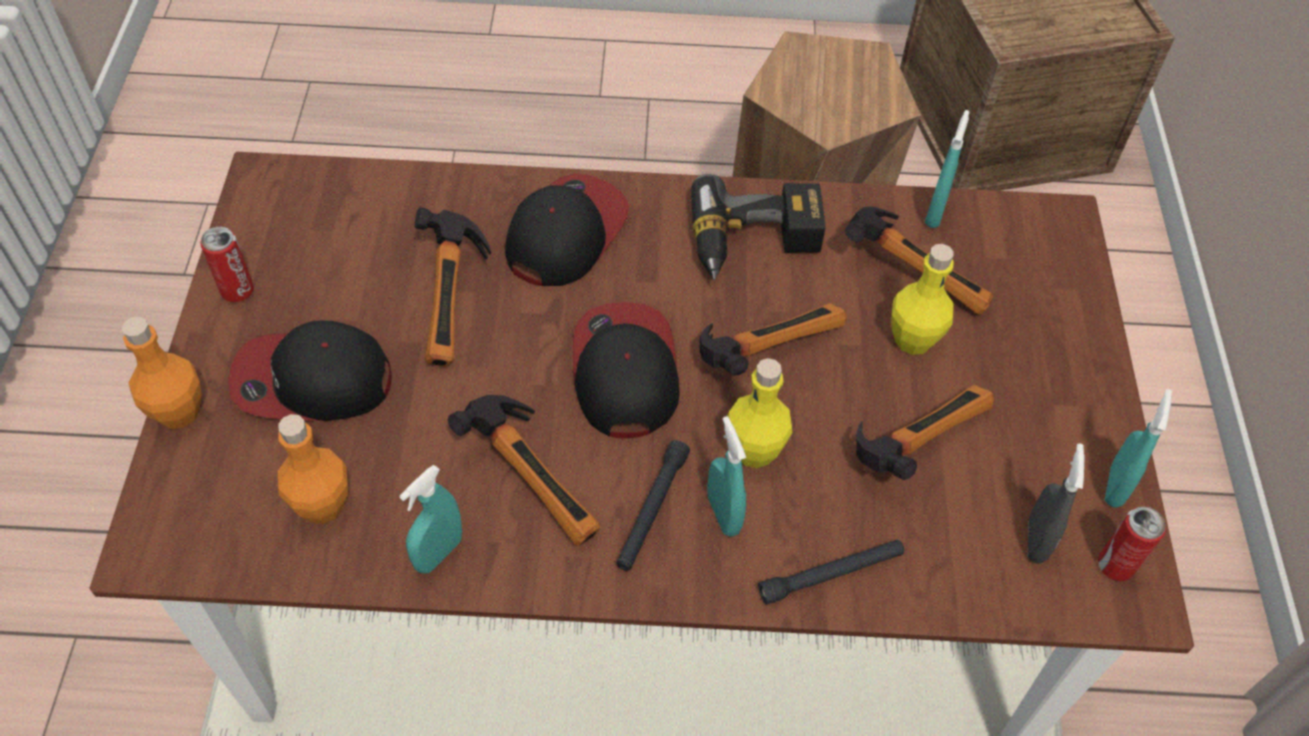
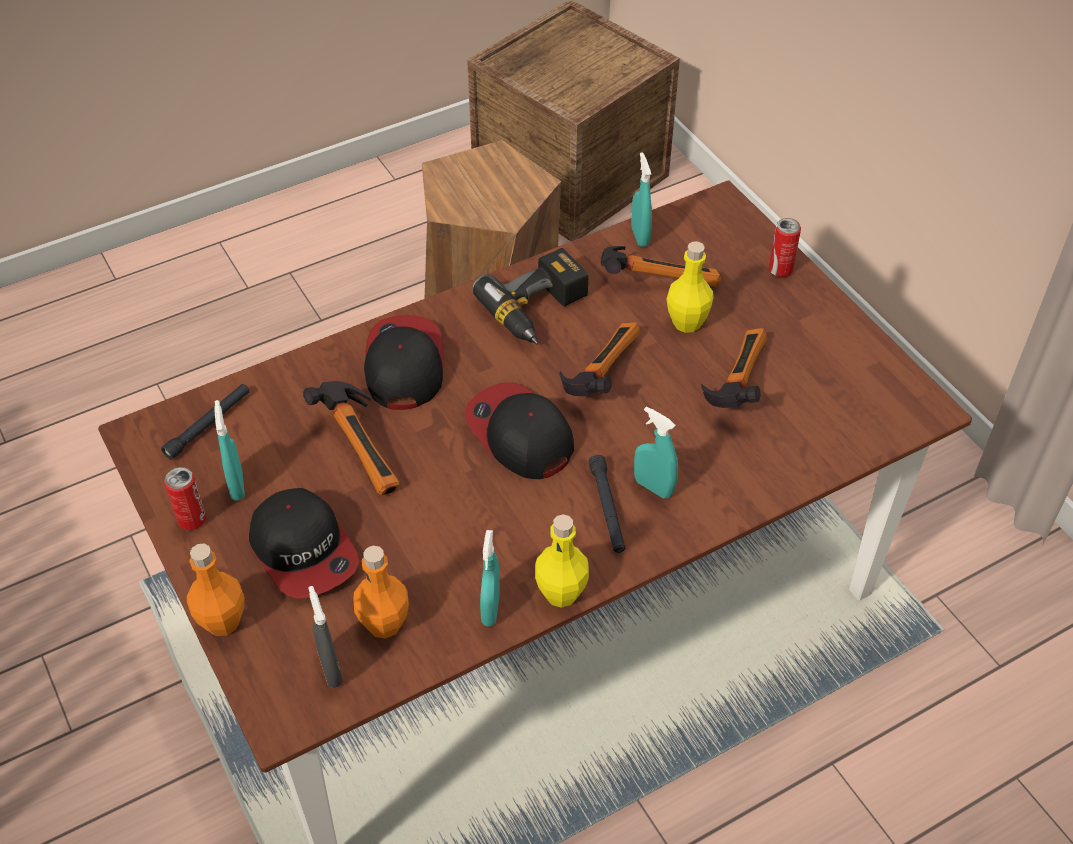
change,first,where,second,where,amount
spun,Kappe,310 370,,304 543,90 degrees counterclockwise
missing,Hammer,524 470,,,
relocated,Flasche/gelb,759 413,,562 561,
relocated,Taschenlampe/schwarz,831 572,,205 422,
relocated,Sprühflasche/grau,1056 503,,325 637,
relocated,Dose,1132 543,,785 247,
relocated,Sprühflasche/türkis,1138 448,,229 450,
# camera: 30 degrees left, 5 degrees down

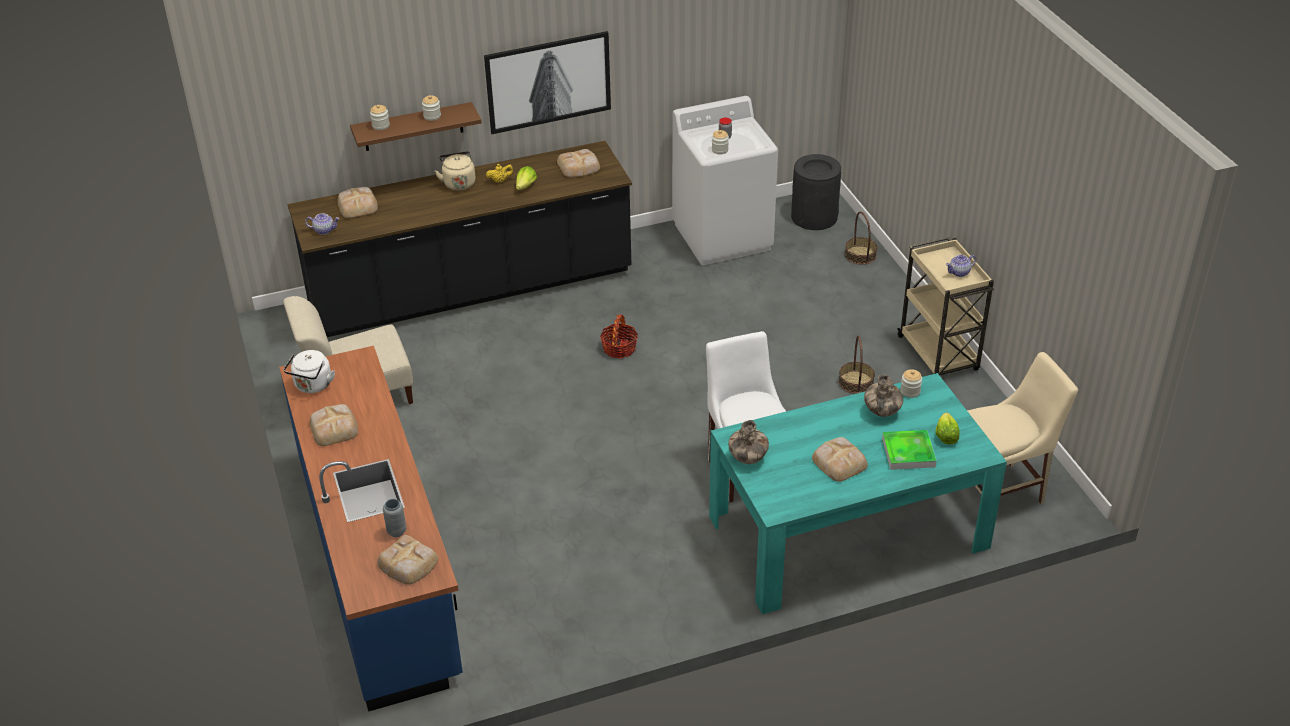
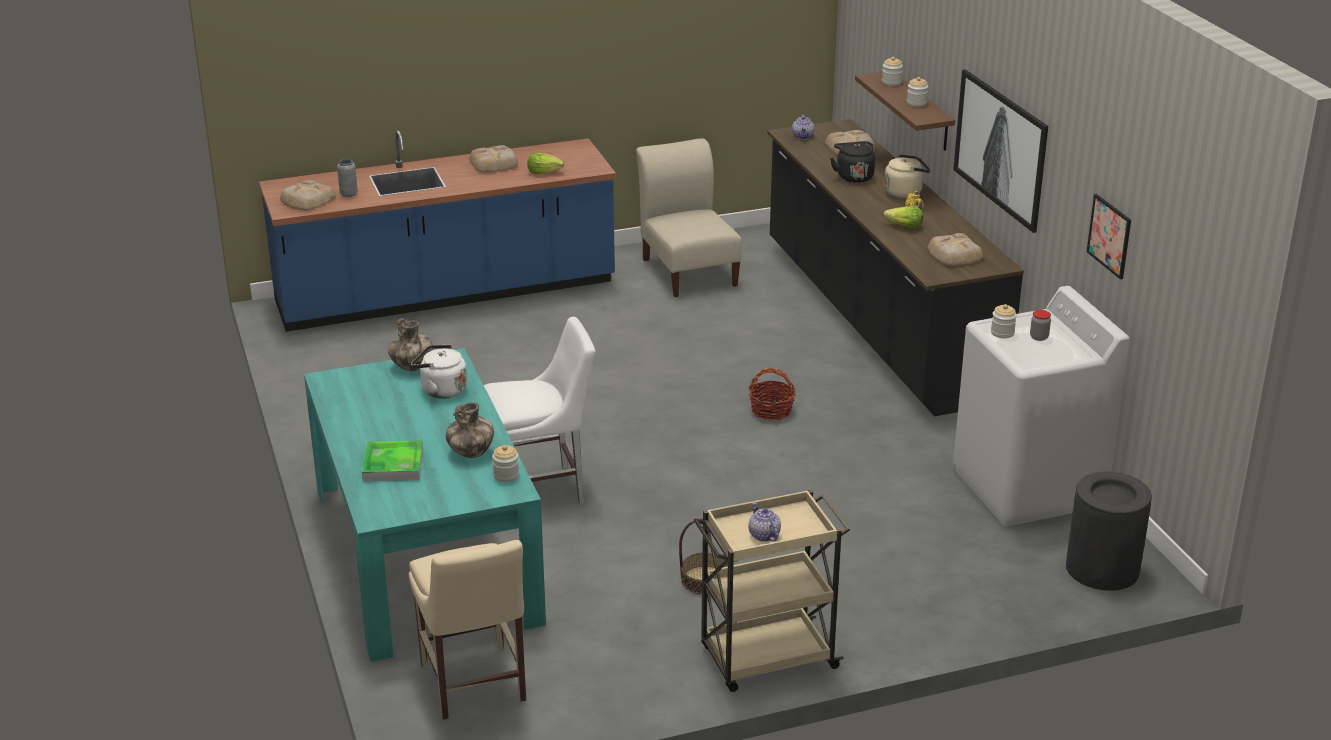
change,first,where,second,where,amount
relocated,Wasserkessel/weiß,309 371,,439 372,
missing,Brot,840 459,,,
missing,Korb,861 238,,,
relocated,Salatkopf,947 428,,545 163,
appeared,,,Wasserkessel/schwarz,852 162,
appeared,,,Bild,1109 236,
# camera: 90 degrees right, 10 degrees down

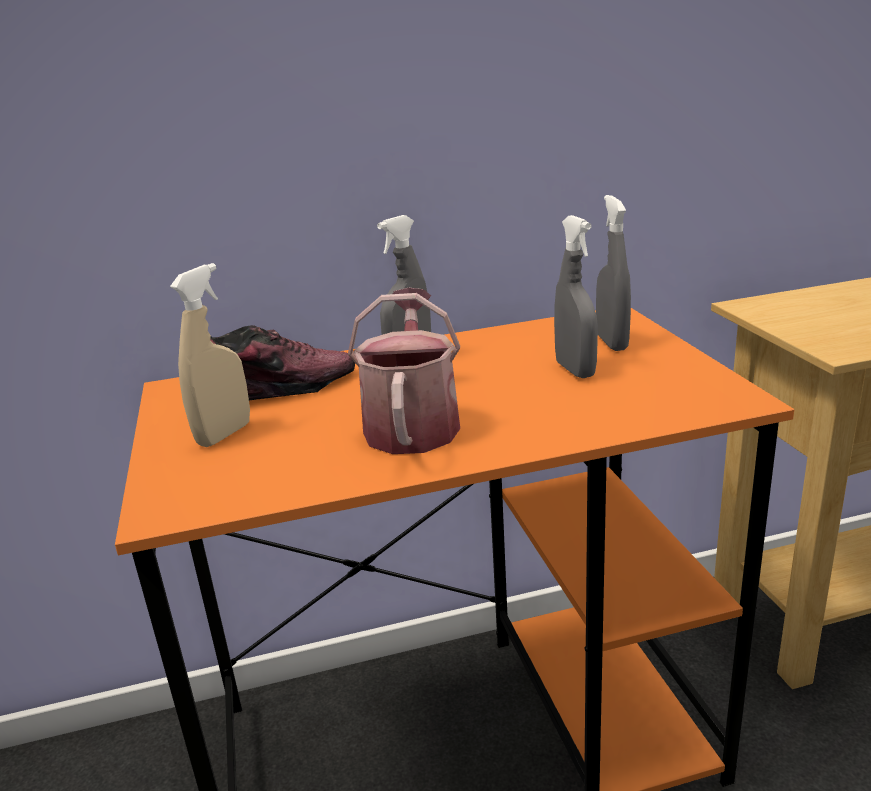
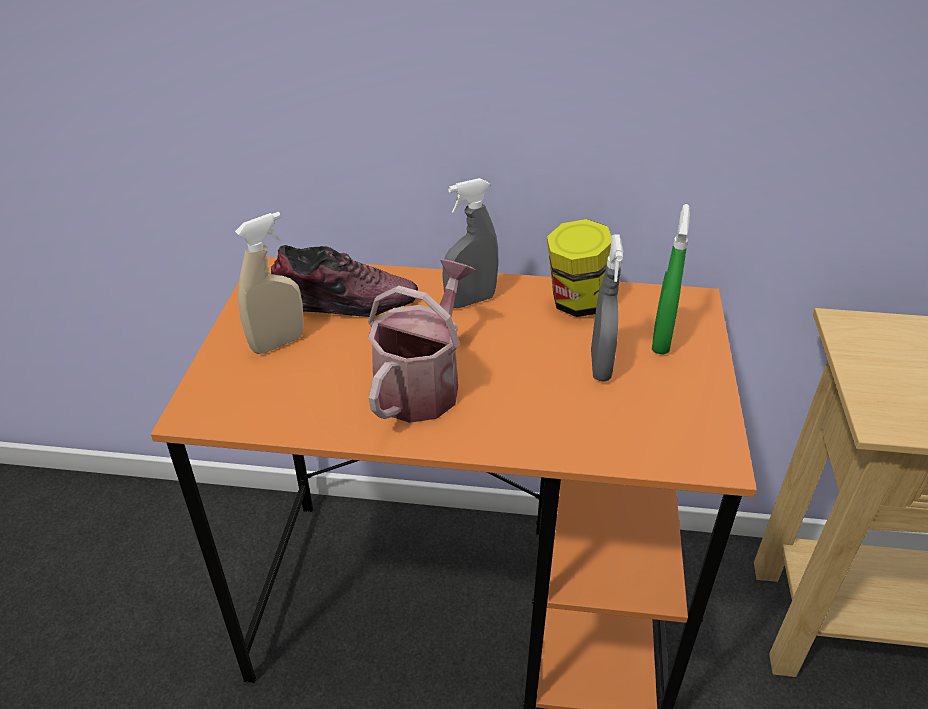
change,first,where,second,where,amount
colour,Sprühflasche/grau,613 273,Sprühflasche/grün,671 279,
appeared,,,Vorratsglas,579 268,
# camera: 20 degrees right, 15 degrees up

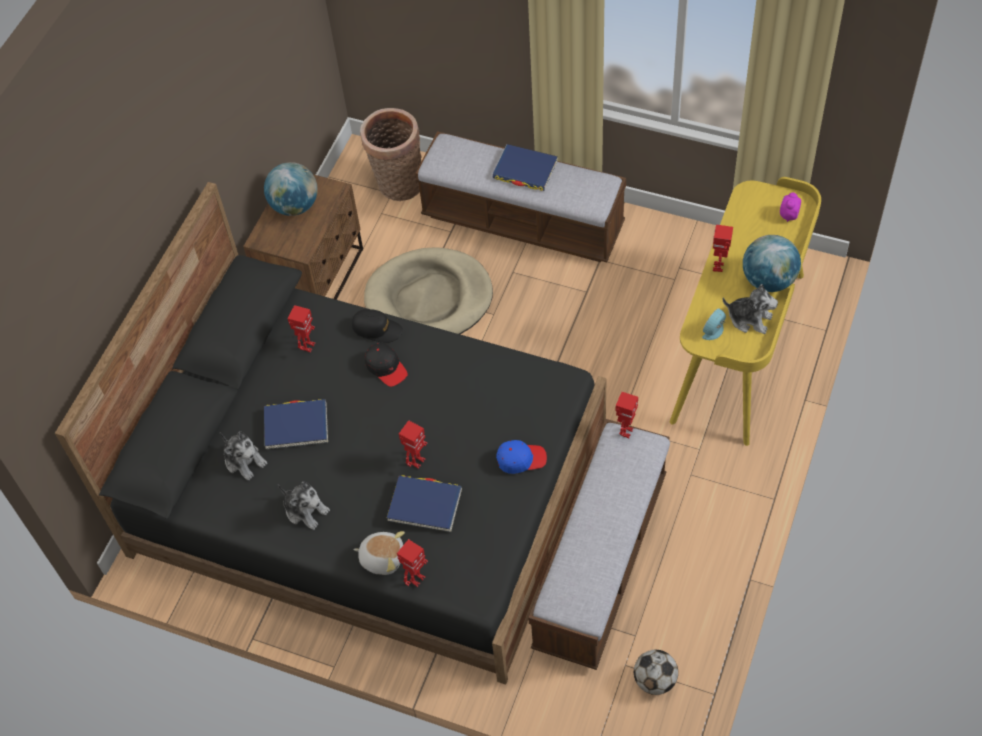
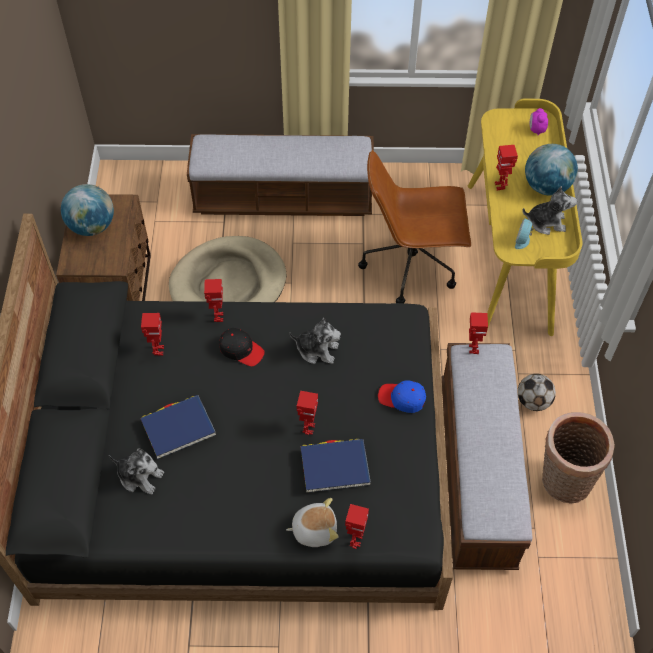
change,first,where,second,where,amount
relocated,Plüschtier,304 505,,315 341,
exchanged,Kappe/schwarz,377 326,Spielzeugroboter,213 300,
relocated,Korb,391 154,,578 458,
missing,Buch/blau,525 167,,,
spun,Kappe/blau,521 457,,402 396,135 degrees counterclockwise
relocated,Fußball,656 672,,537 392,
appeared,,,Bürostuhl/braun,414 226,
# camera: 25 degrees left, 0 degrees up

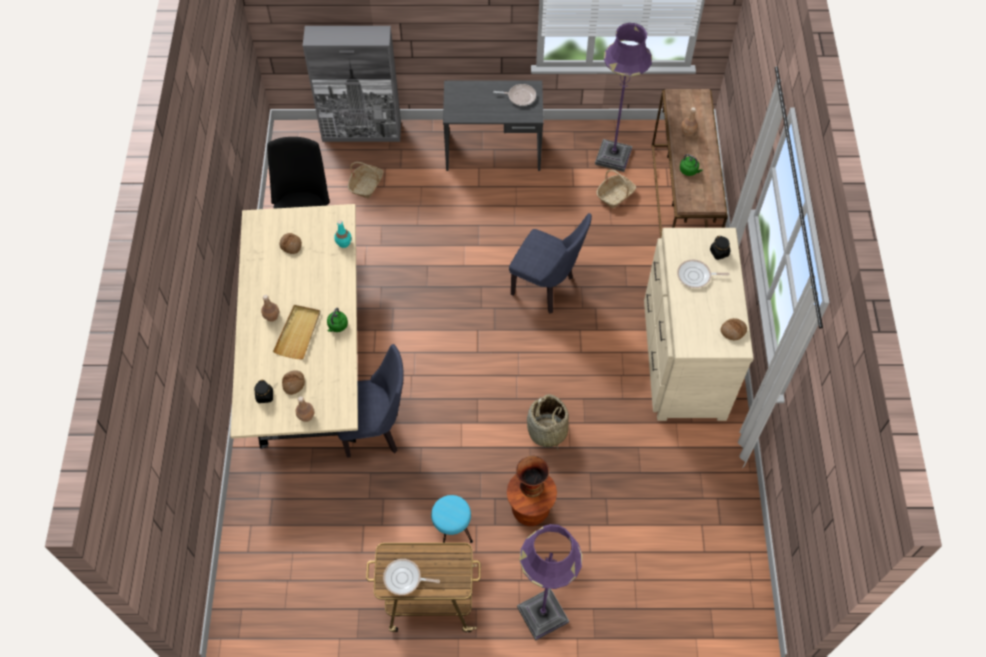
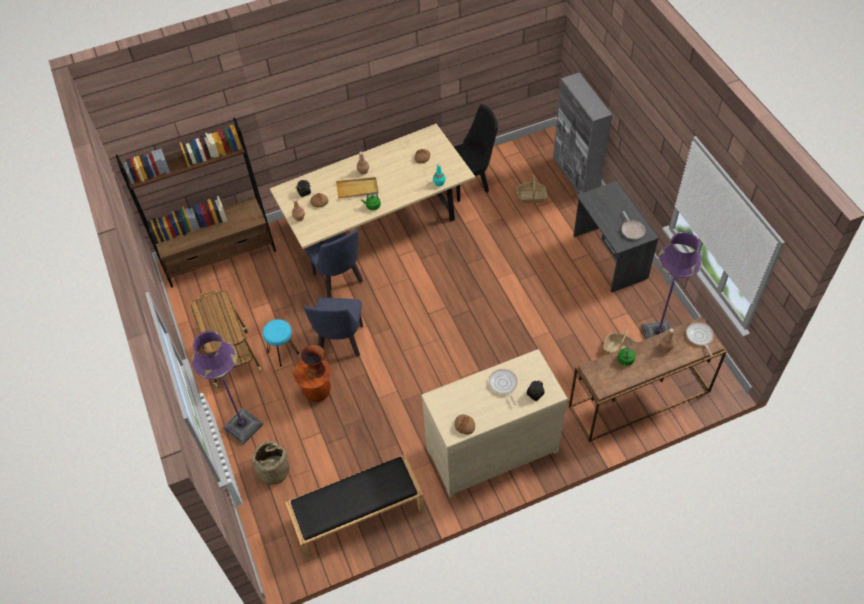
change,first,where,second,where,amount
relocated,Pfanne,411 577,,700 339,
relocated,Stuhl/blau,550 263,,333 327,
relocated,Korb,548 421,,270 463,
appeared,,,Bücherregal/braun,196 203,
appeared,,,Bank/schwarz,355 507,
# camera: 70 degrees right, 5 degrees down

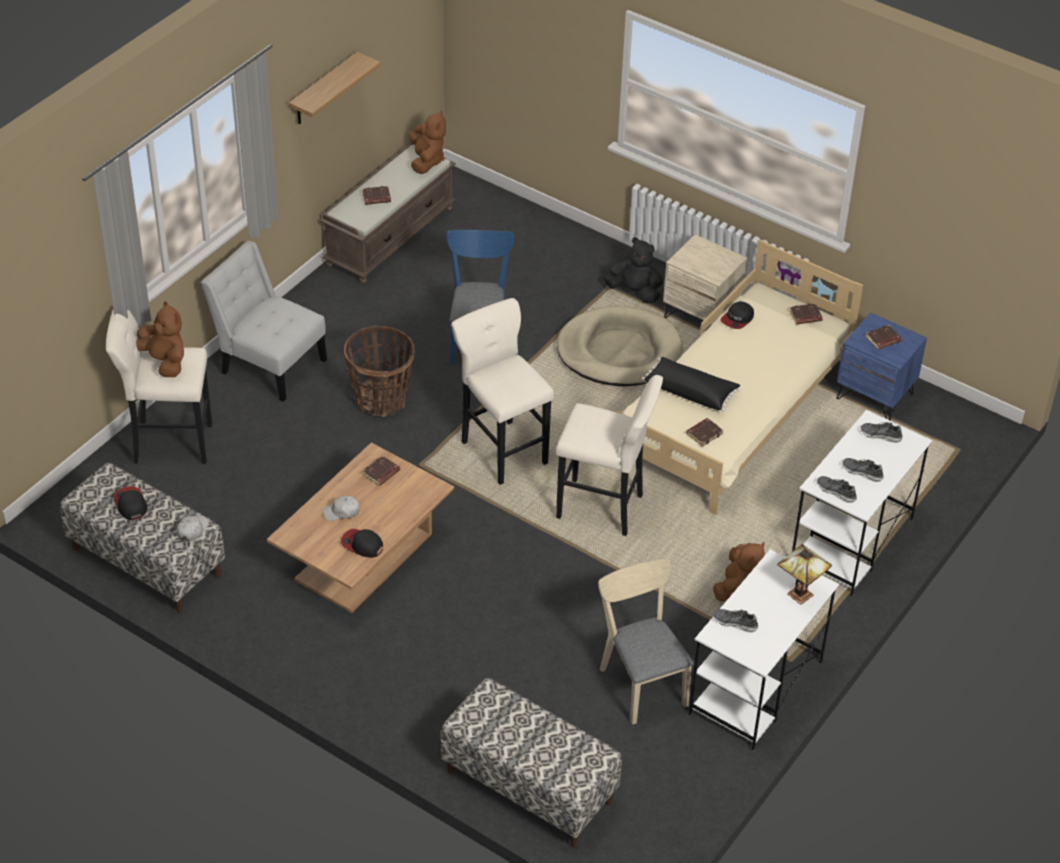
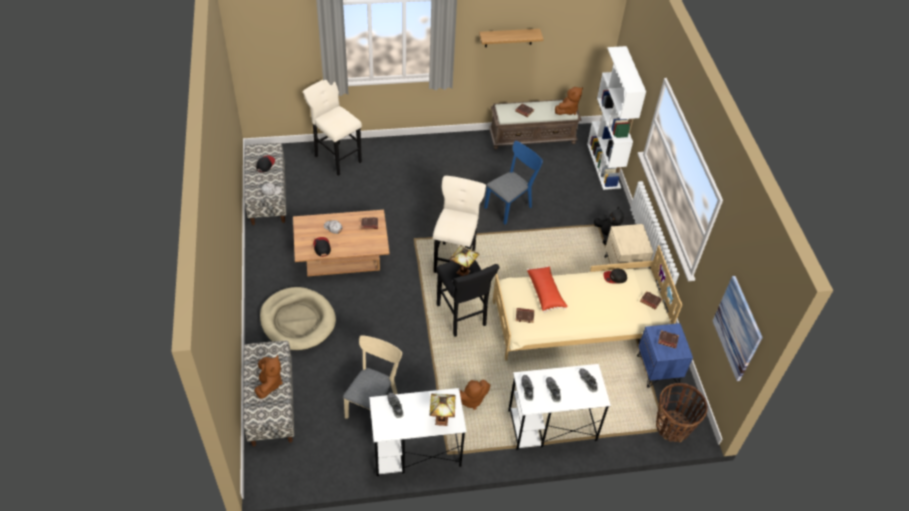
change,first,where,second,where,amount
relocated,Plüschtier/braun,160 339,,268 377,
missing,Stuhl/weiß,264 321,,,
relocated,Korb,379 371,,682 412,
colour,Hocker/beige,609 455,Hocker/schwarz,467 298,
relocated,Hundebett/beige,620 345,,298 319,
colour,Kissen/schwarz,691 384,Kissen/rot,547 289,
appeared,,,Tischlampe,464 260,
appeared,,,Bücherregal/weiß,616 118,
appeared,,,Bild,738 328,
# camera: 45 degrees right, 5 degrees up

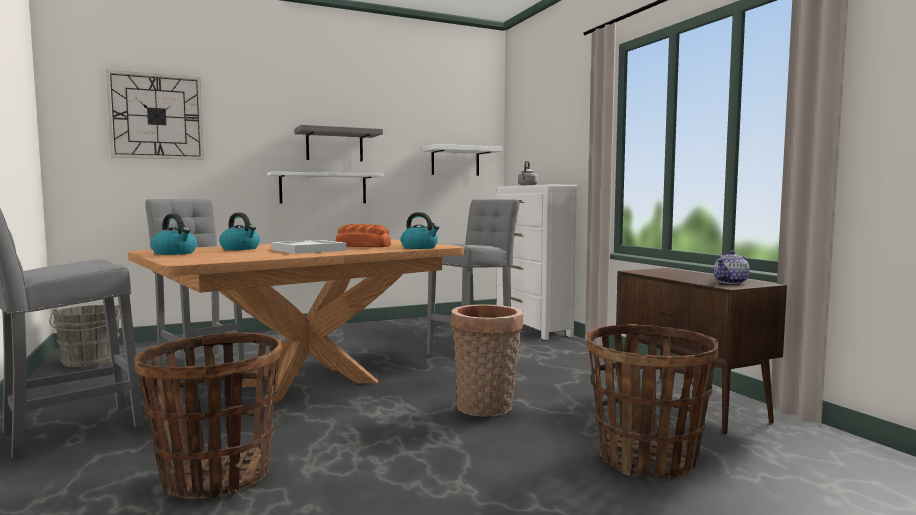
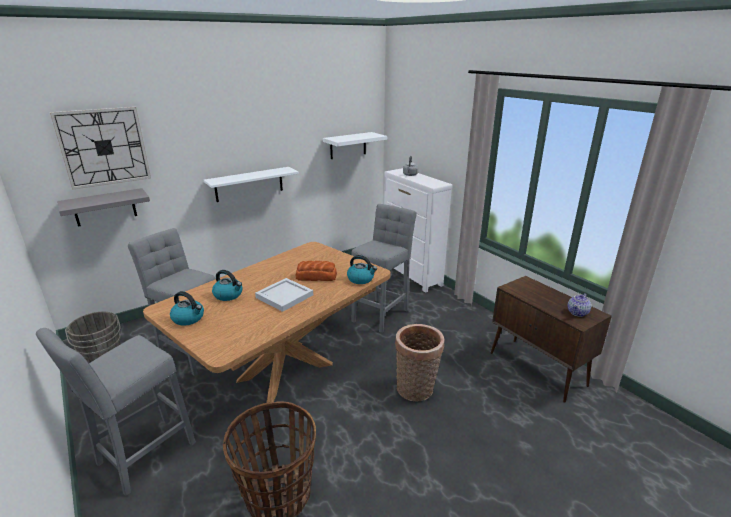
change,first,where,second,where,amount
relocated,Wandregal/grau,338 143,,103 207,
missing,Korb,652 401,,,
# camera: 10 degrees left, 20 degrees up

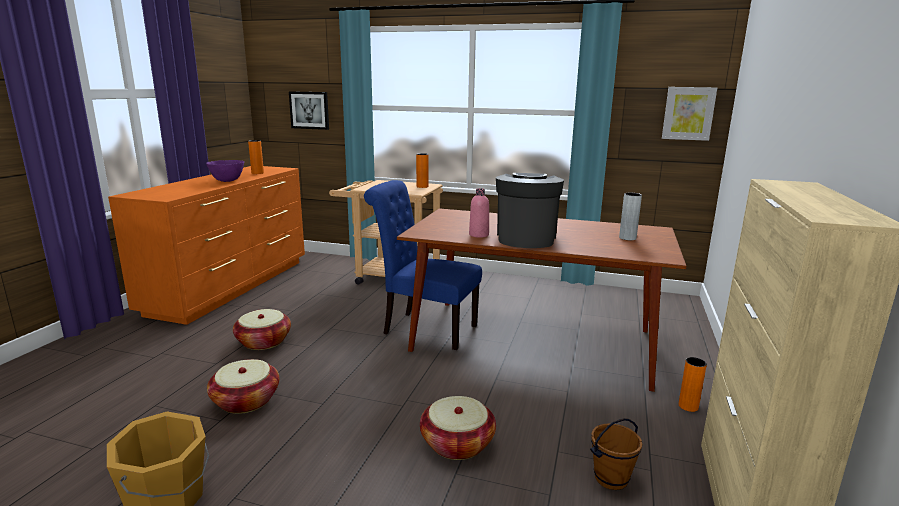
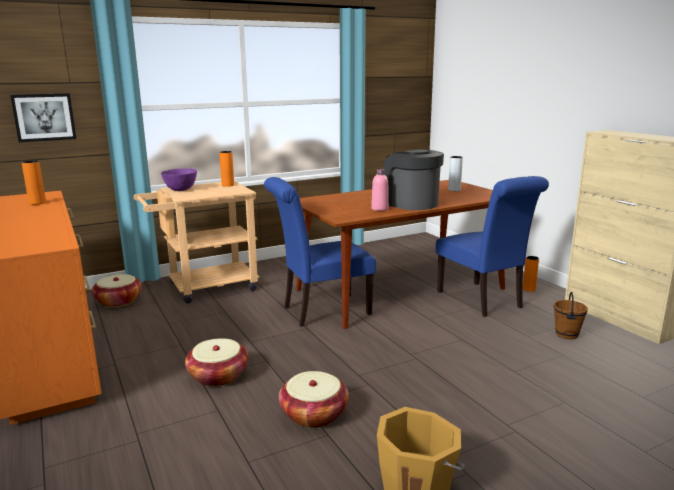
change,first,where,second,where,amount
relocated,Schüssel/lila,225 171,,179 179,
relocated,Korb,458 428,,117 290,
missing,Bild,689 114,,,
appeared,,,Stuhl/blau,492 246,
# camera: 45 degrees left, 0 degrees up

